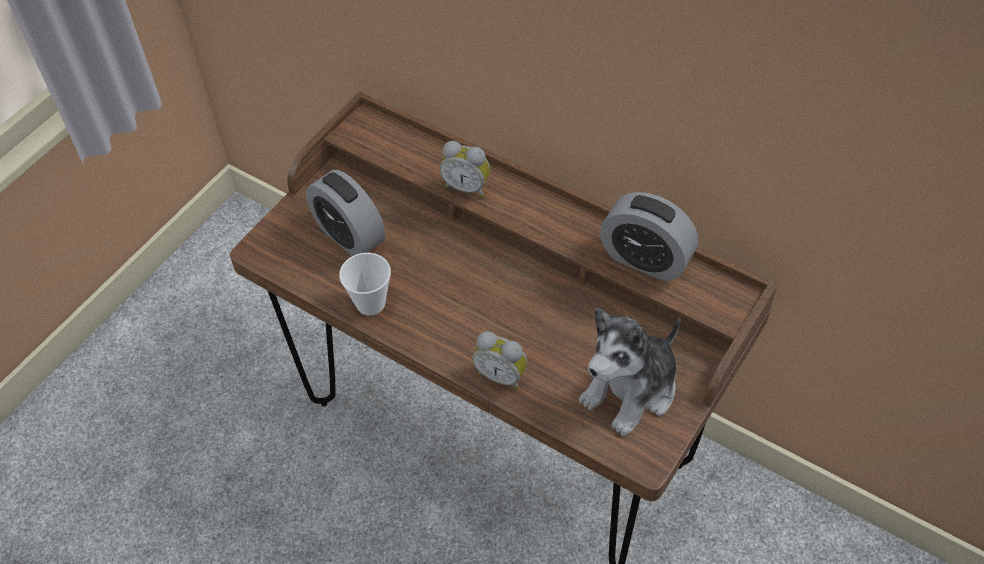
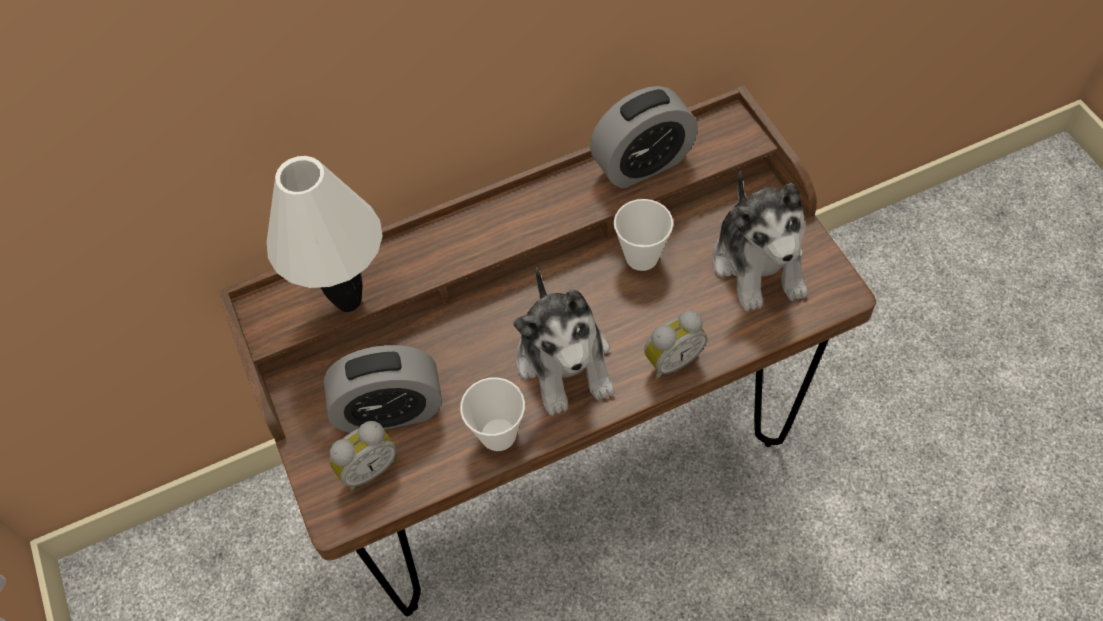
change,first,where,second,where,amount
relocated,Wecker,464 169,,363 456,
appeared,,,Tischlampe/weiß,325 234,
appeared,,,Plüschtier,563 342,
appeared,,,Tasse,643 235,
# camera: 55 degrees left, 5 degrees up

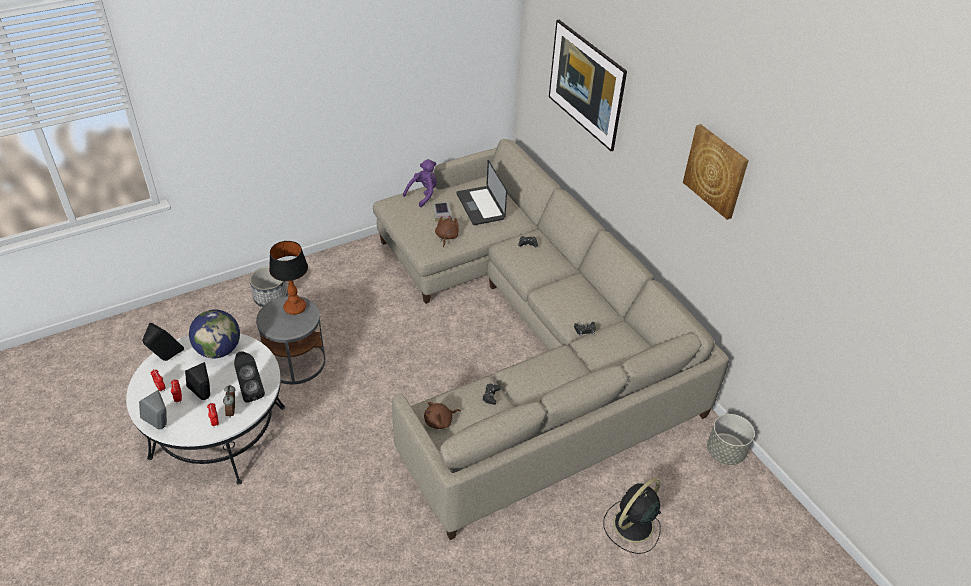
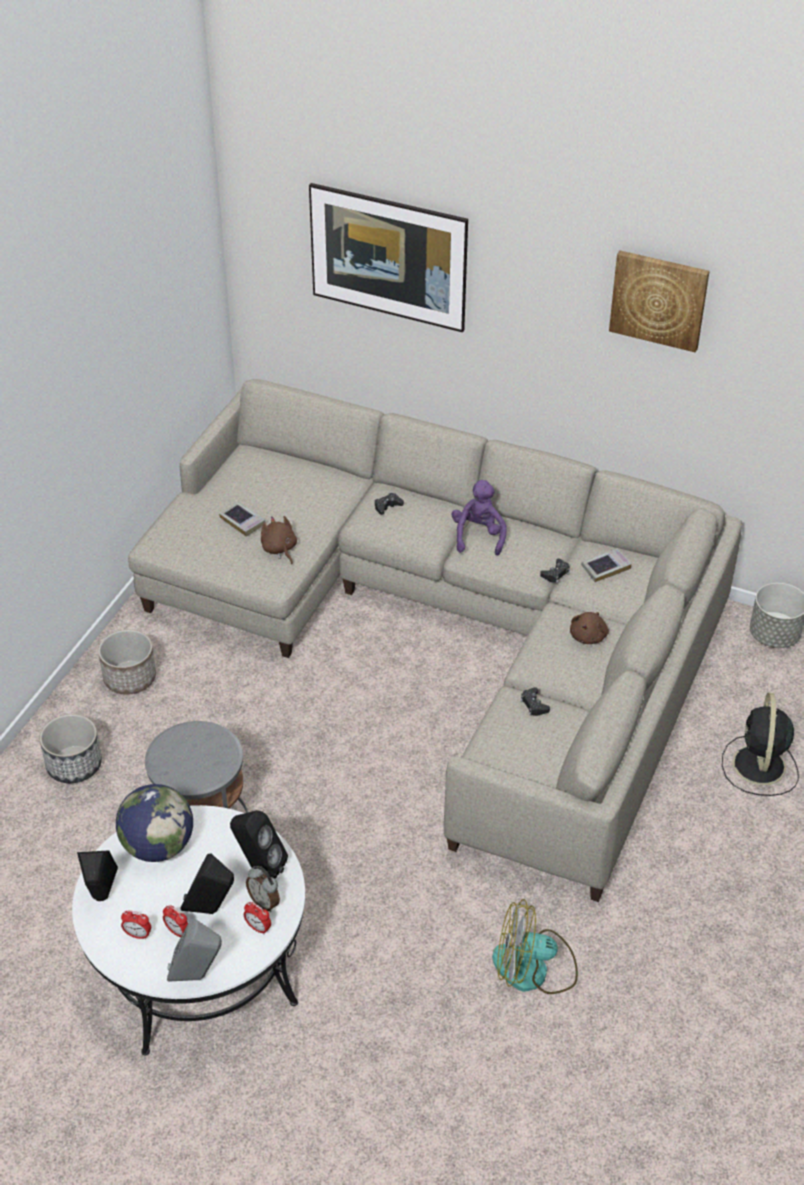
change,first,where,second,where,amount
missing,Tischlampe,288 278,,,
relocated,Plüschtier/lila,420 183,,479 517,
relocated,Plüschtier/braun,442 415,,589 628,
missing,Laptop,482 192,,,
appeared,,,Pflanzkübel,127 662,
appeared,,,Ventilator,535 946,
appeared,,,Buch,606 565,
# camera: 35 degrees left, 0 degrees up

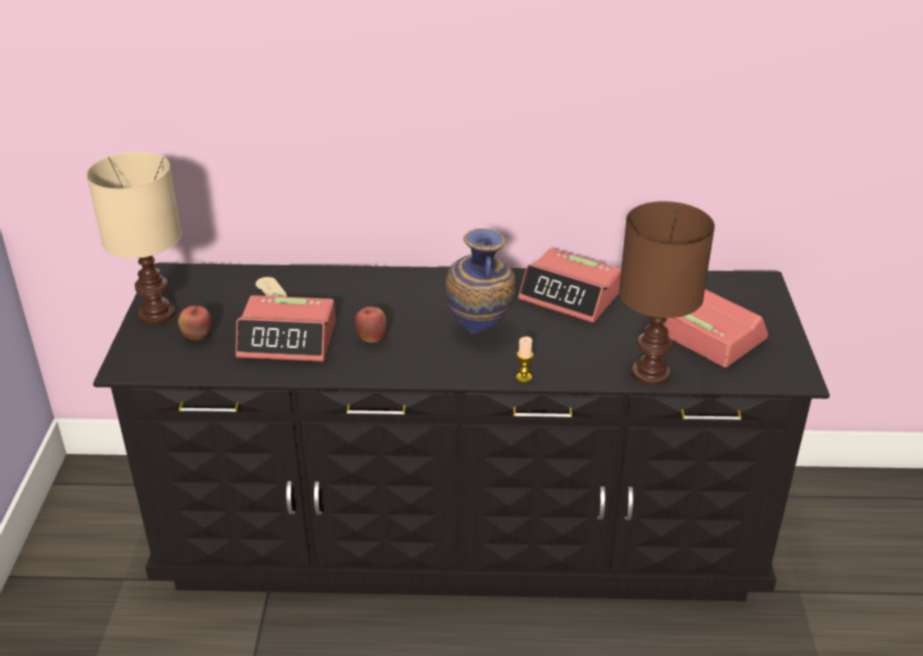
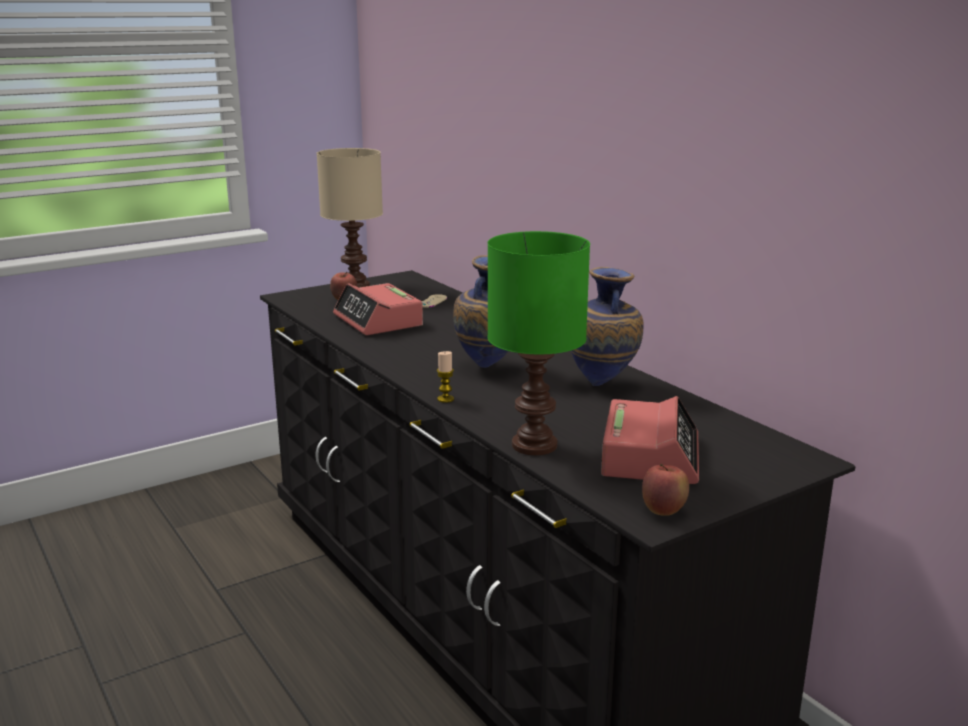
change,first,where,second,where,amount
relocated,Apfel,370 324,,665 490,
exchanged,Wecker,569 285,Vase,607 326,
colour,Tischlampe/braun,667 293,Tischlampe/grün,538 343,
# camera: 55 degrees right, 15 degrees down

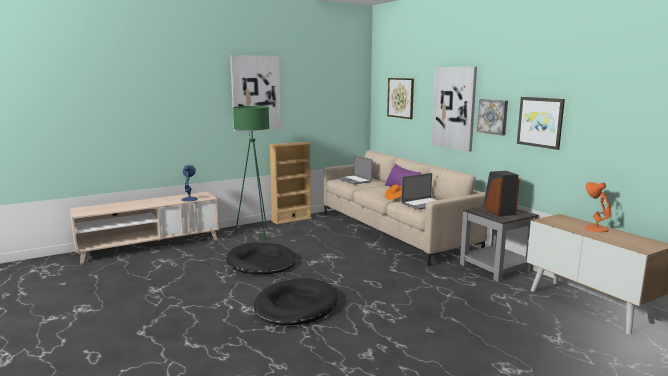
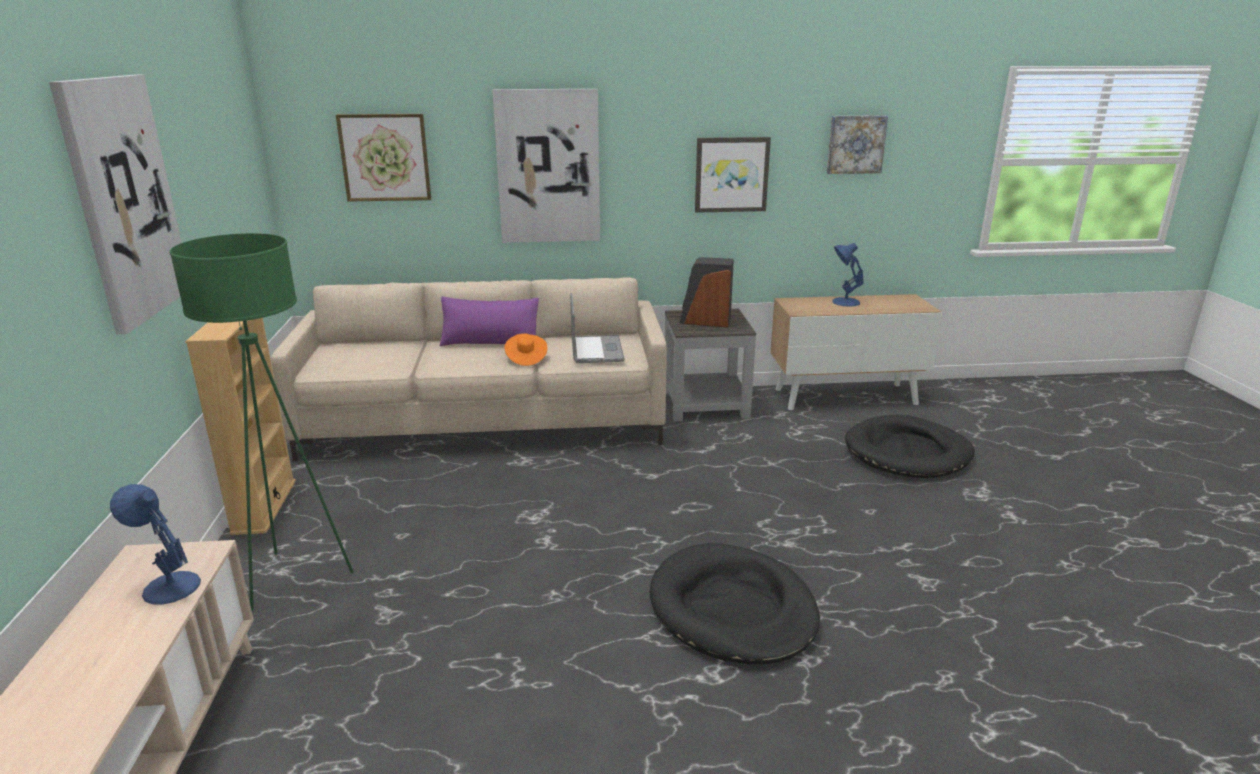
change,first,where,second,where,amount
relocated,Hundebett/schwarz,261 258,,910 446,
missing,Laptop,354 170,,,
relocated,Bild,492 117,,857 144,
colour,Tischlampe/orange,598 207,Tischlampe/blau,848 275,
# camera: 65 degrees left, 10 degrees up

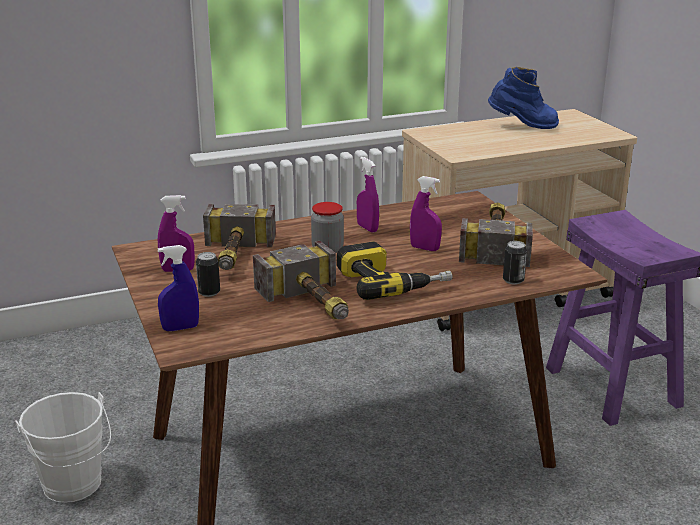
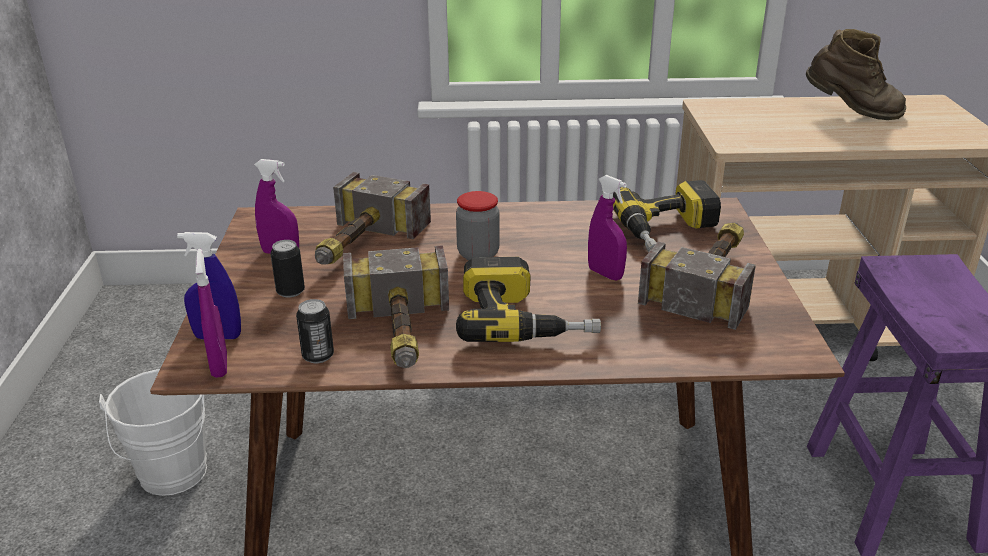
change,first,where,second,where,amount
relocated,Sprühflasche/lila,368 195,,211 313,
colour,Stiefel/blau,523 98,Stiefel/braun,856 74,
relocated,Dose,515 263,,315 331,
appeared,,,Bohrmaschine,667 216,
# camera: 20 degrees right, 5 degrees up

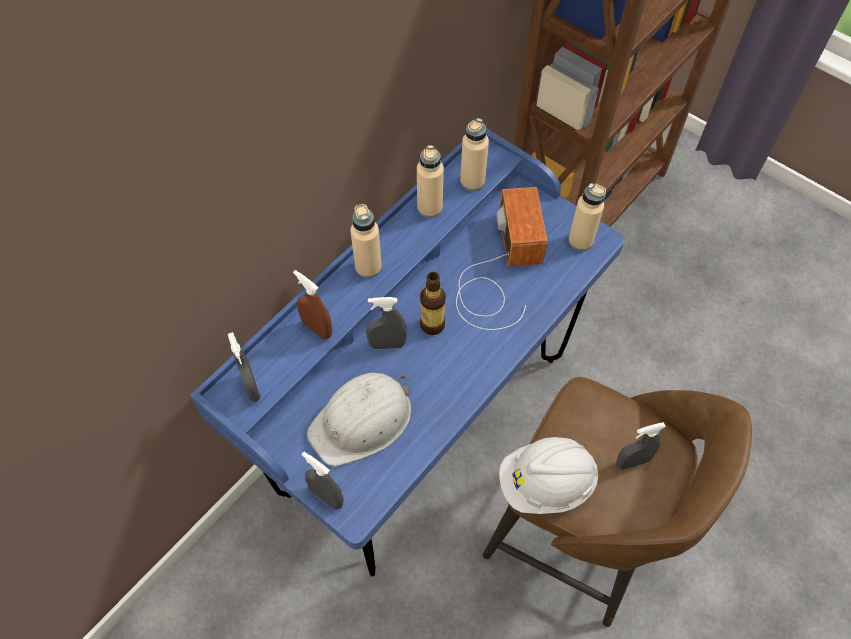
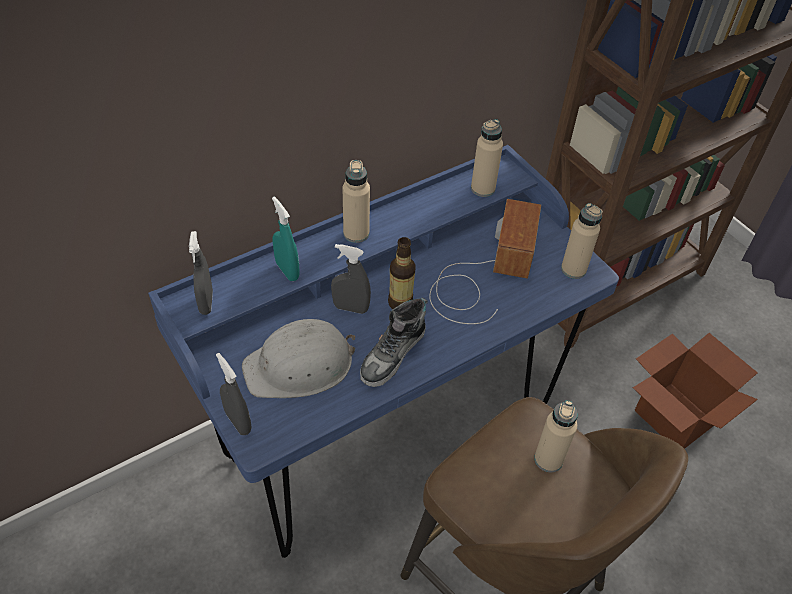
change,first,where,second,where,amount
colour,Sprühflasche/braun,312 304,Sprühflasche/türkis,286 239,
relocated,Flasche/beige,430 181,,556 436,
missing,Schutzhelm/weiß,548 475,,,
missing,Sprühflasche/grau,641 446,,,
appeared,,,Schuh,394 342,
appeared,,,Karton,695 391,
# camera: 15 degrees right, 10 degrees down

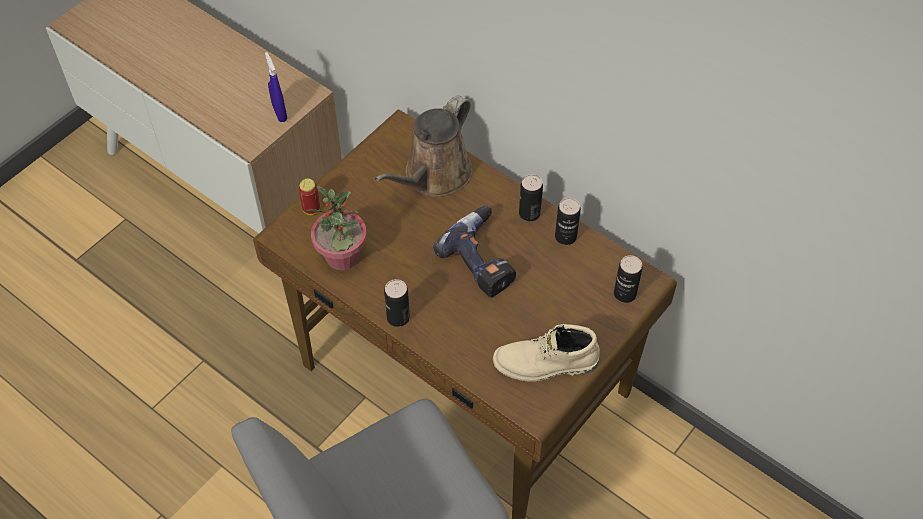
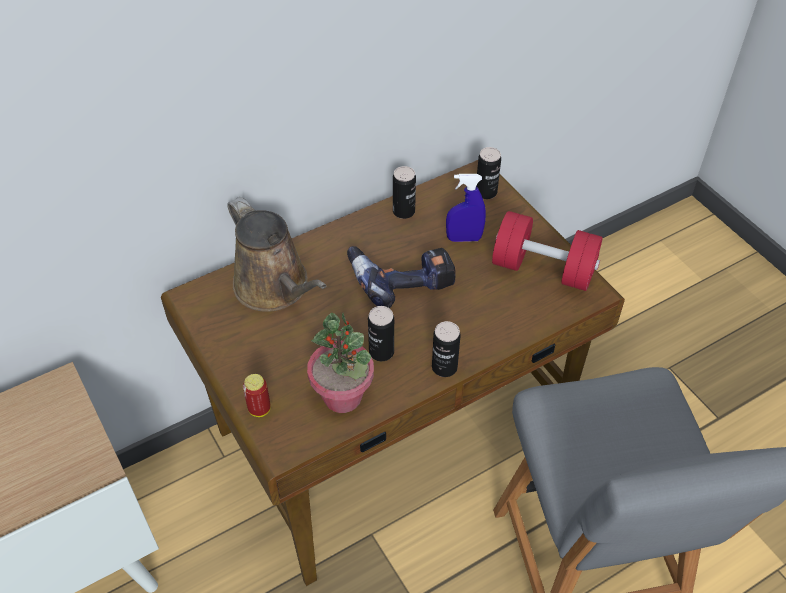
change,first,where,second,where,amount
relocated,Sprühflasche/blau,276 87,,466 208,
exchanged,Stiefel/beige,546 353,Hantel/rot,547 251,
relocated,Dose,531 197,,381 333,
# camera: 70 degrees left, 5 degrees down

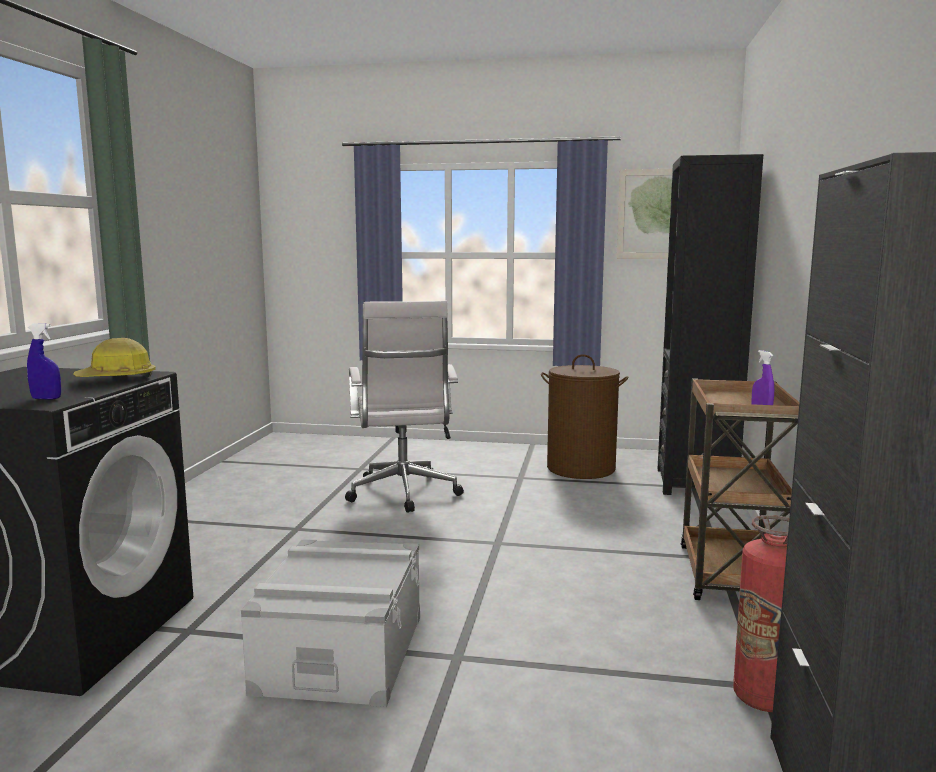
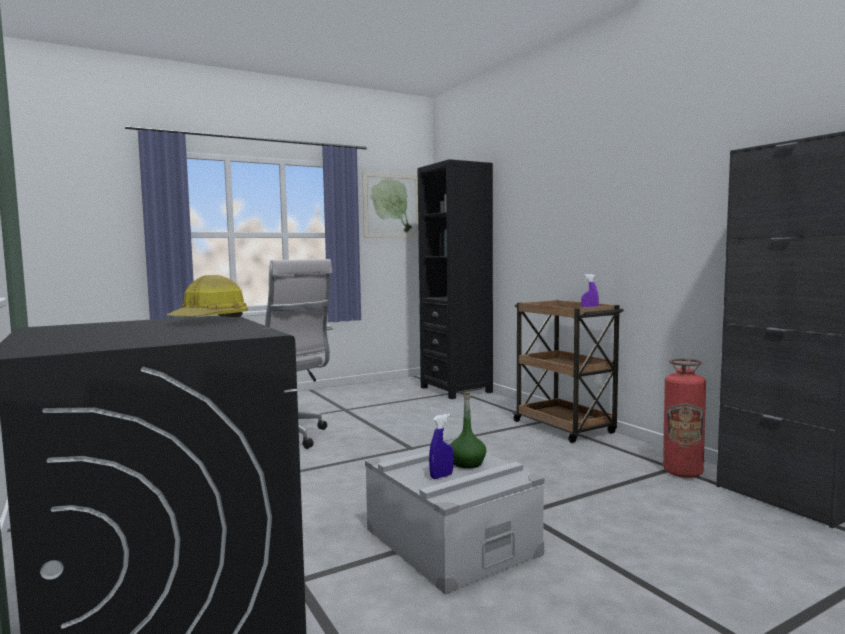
change,first,where,second,where,amount
relocated,Sprühflasche/blau,44 361,,441 446,
missing,Wäschekorb/braun,584 416,,,
appeared,,,Flasche/grün,468 430,
# camera: 40 degrees left, 5 degrees down

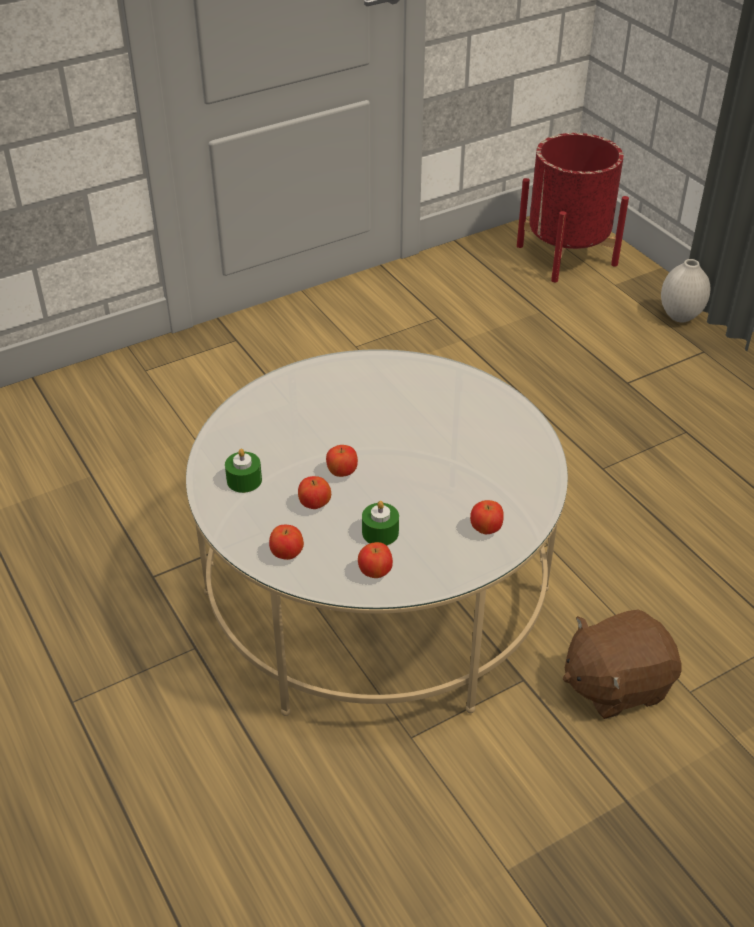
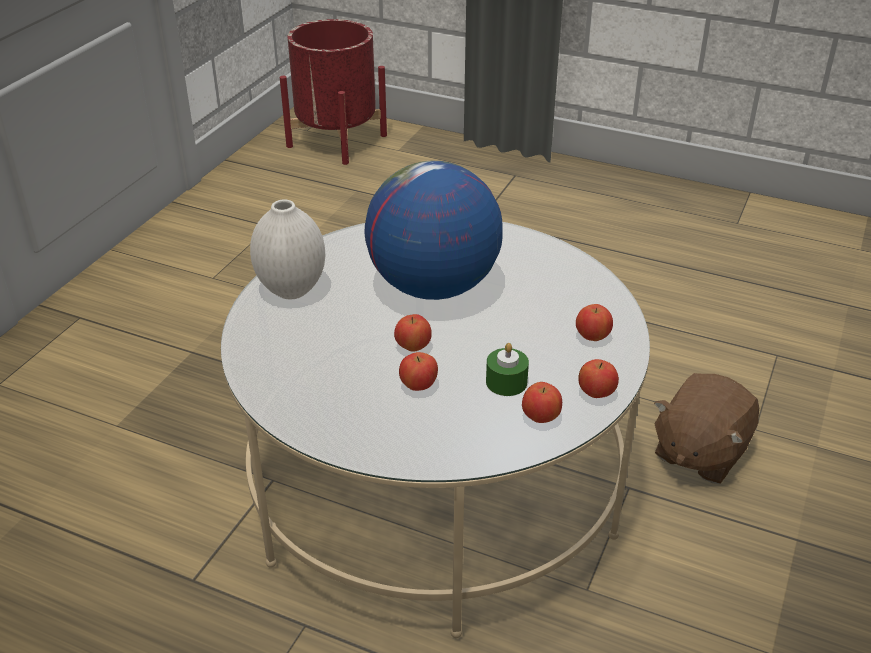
change,first,where,second,where,amount
missing,Kerze/grün,243 471,,,
relocated,Apfel,286 542,,598 378,
relocated,Vase/weiß,685 290,,287 249,
appeared,,,Globus,434 230,
# camera: 35 degrees left, 5 degrees down

